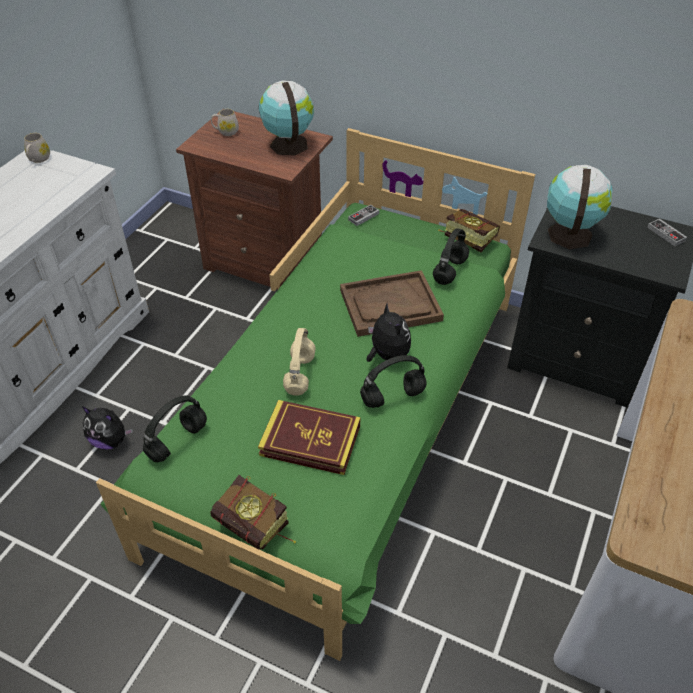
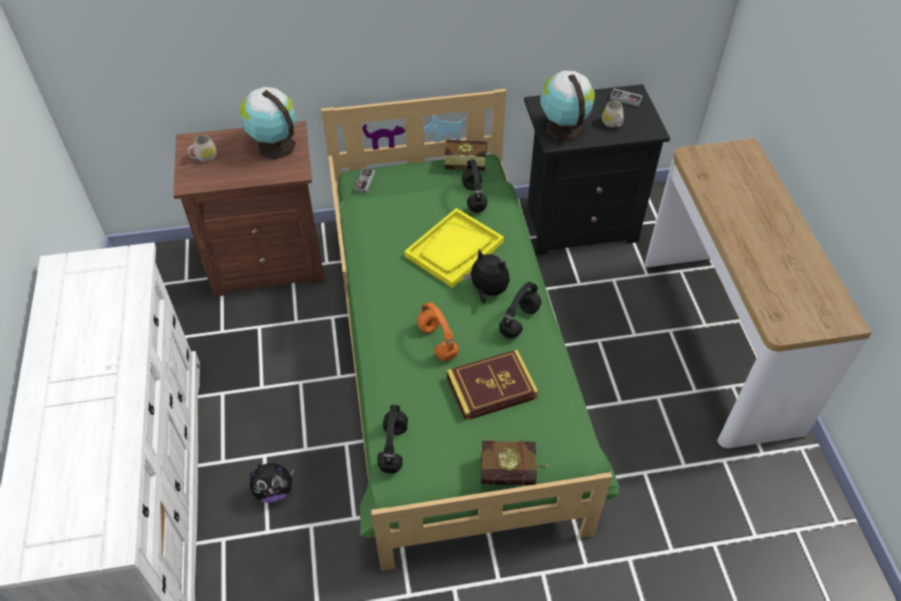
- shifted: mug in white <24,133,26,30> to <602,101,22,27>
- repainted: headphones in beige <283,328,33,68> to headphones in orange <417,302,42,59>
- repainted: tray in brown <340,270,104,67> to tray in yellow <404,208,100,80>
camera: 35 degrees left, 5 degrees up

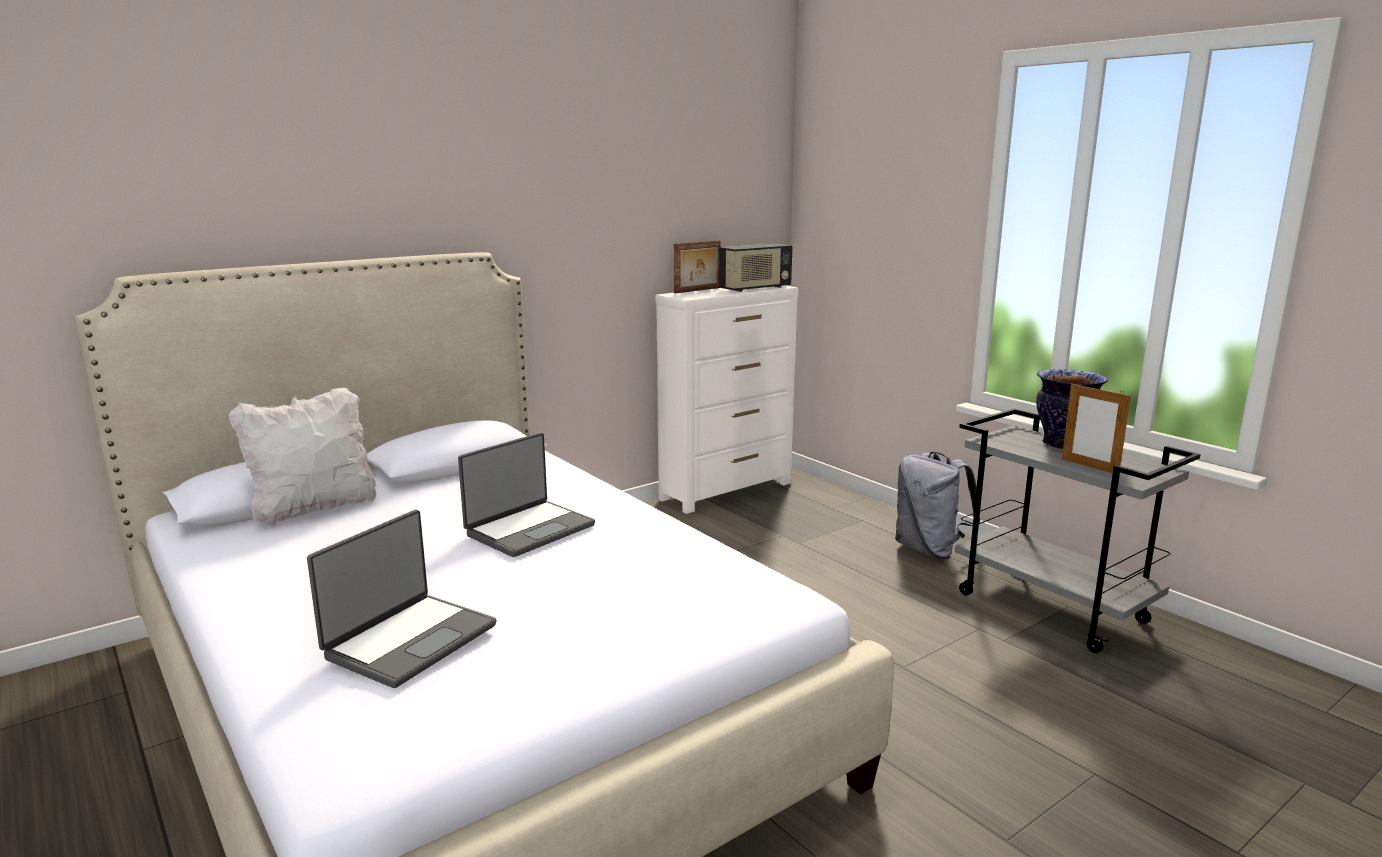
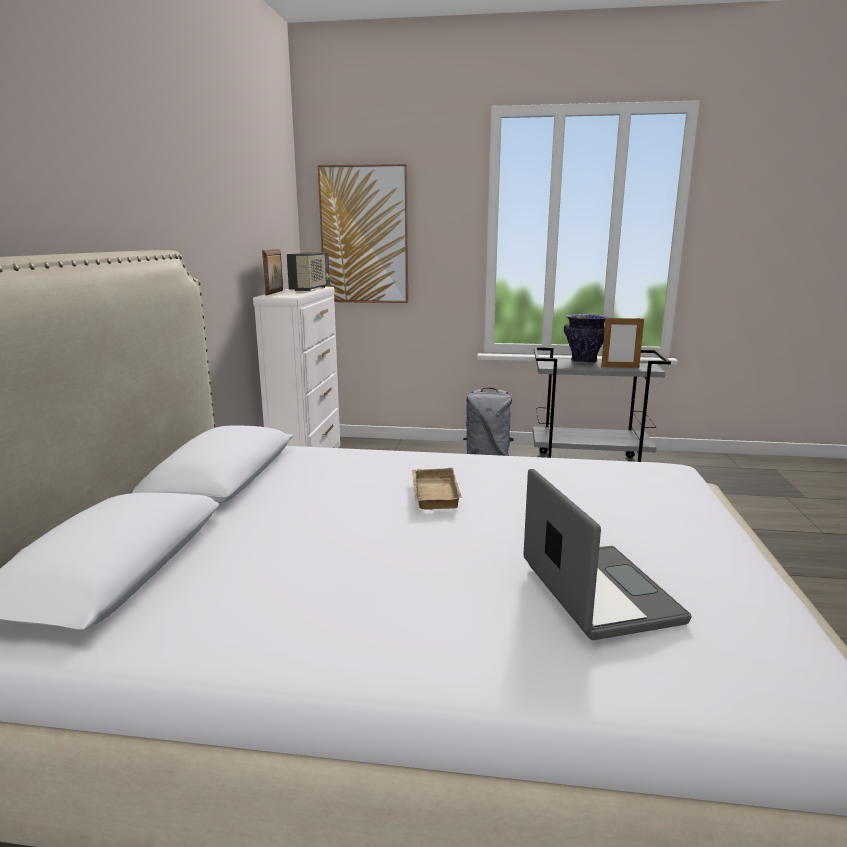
- gone: pillow in white <228,387,149,140>
- new: picture <318,164,90,139>
- swapped: laptop <458,433,137,124> to tray in beige <412,468,50,42>
camera: 45 degrees left, 0 degrees up

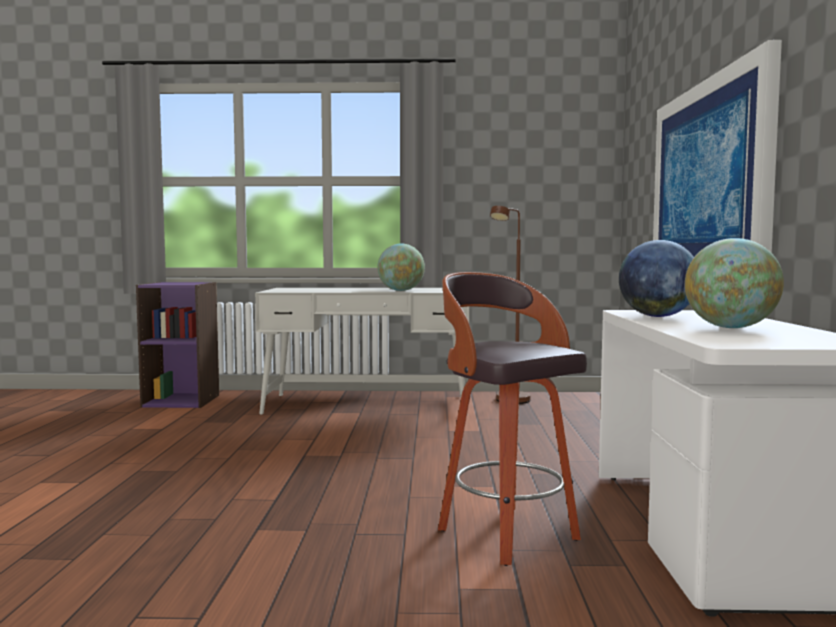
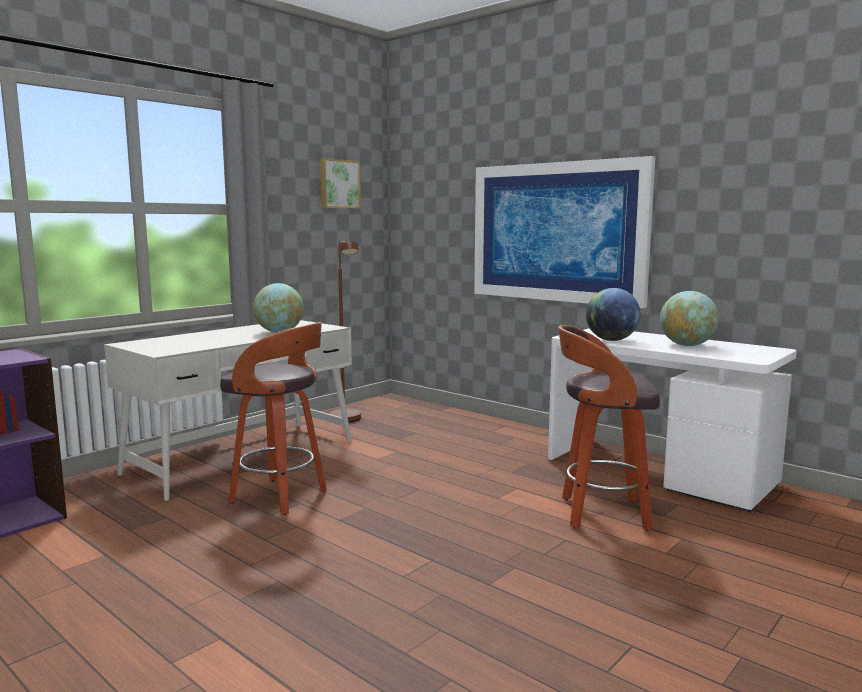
- new: stool <220,322,107,193>
- new: picture <320,158,41,50>
camera: 50 degrees left, 5 degrees up

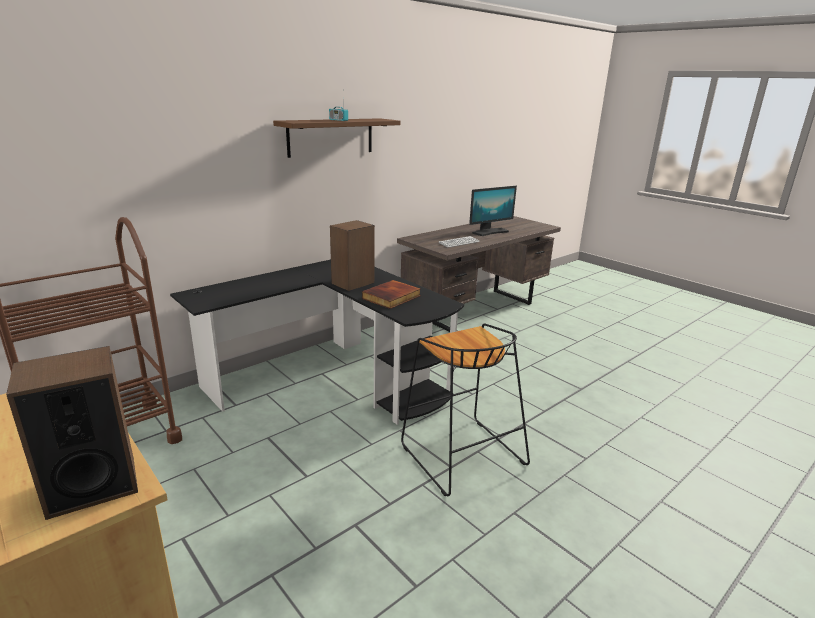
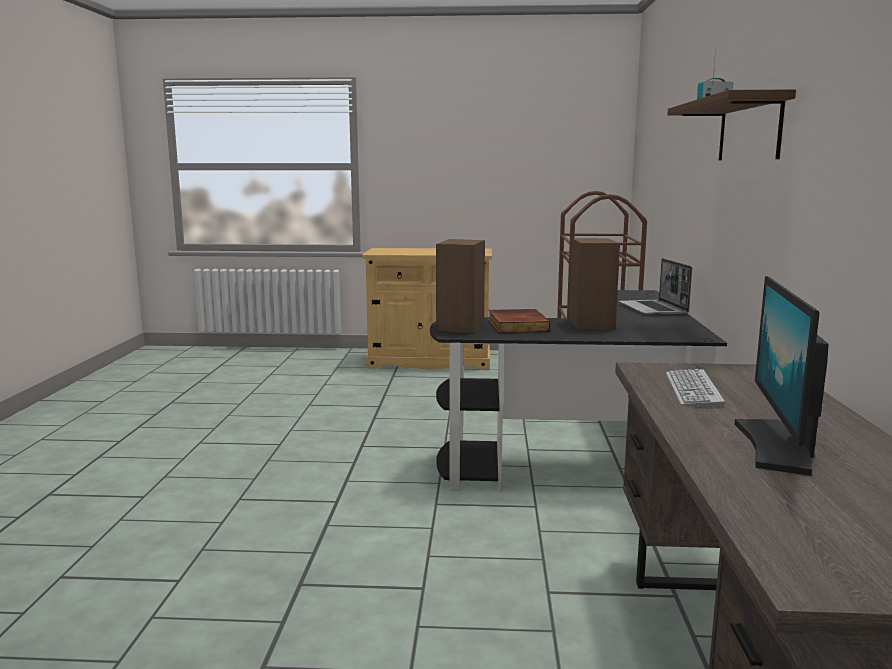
- gone: stool in black <401,324,129,172>
- new: laptop <619,258,73,58>
- shifted: speaker <6,346,132,174> to <436,239,49,94>
camera: 135 degrees right, 10 degrees down

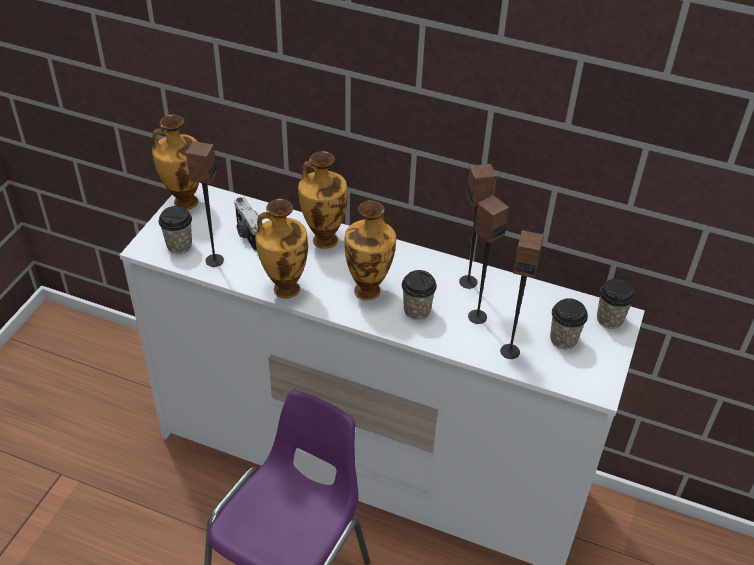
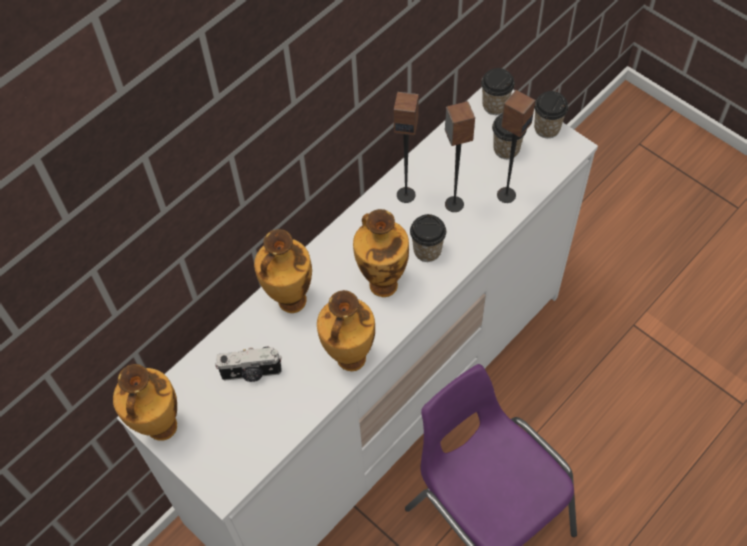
- gone: speaker <186,141,38,126>
- shifted: cup <159,206,33,48> to <534,91,34,47>
camera: 65 degrees left, 15 degrees up

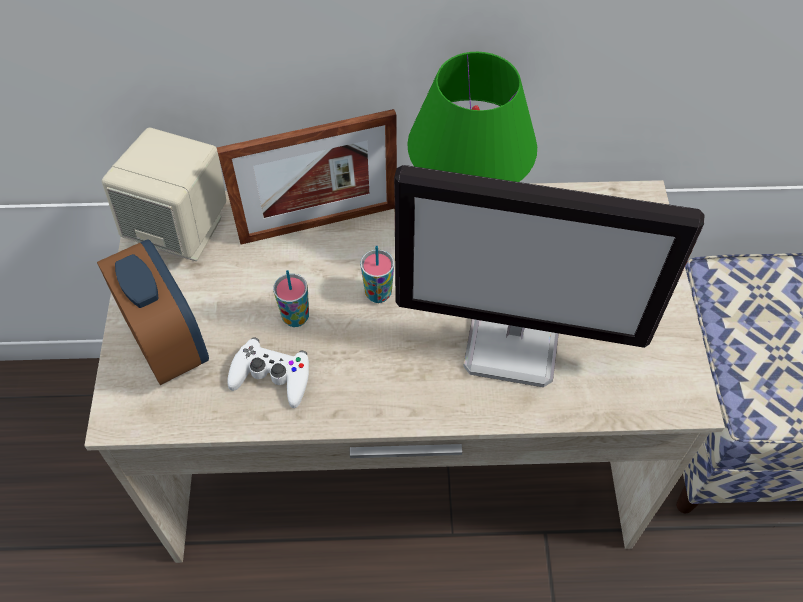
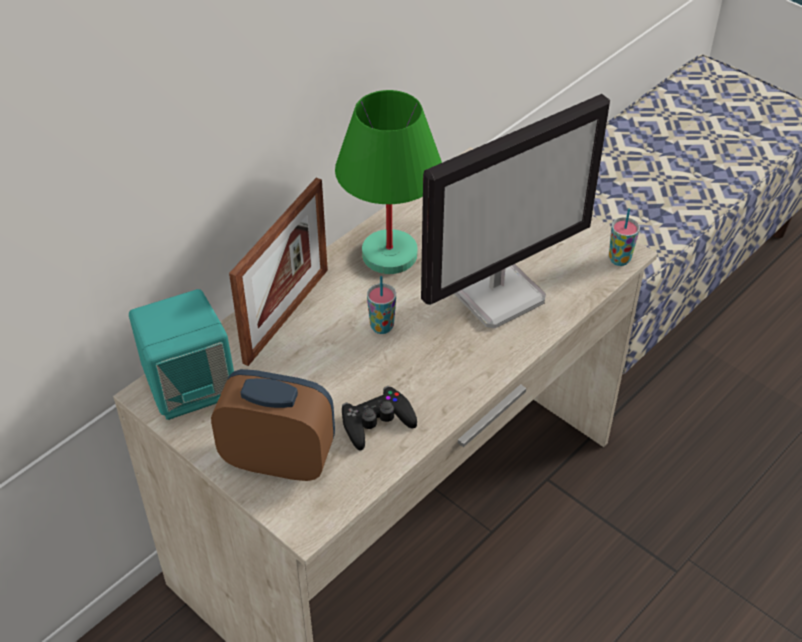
- shifted: cup <273,270,36,57> to <609,209,31,57>
- repainted: speaker in beige <102,128,124,133> to speaker in turquoise <129,289,105,131>
- repainted: game controller in white <227,337,82,71> to game controller in black <342,386,75,64>
camera: 45 degrees left, 10 degrees down

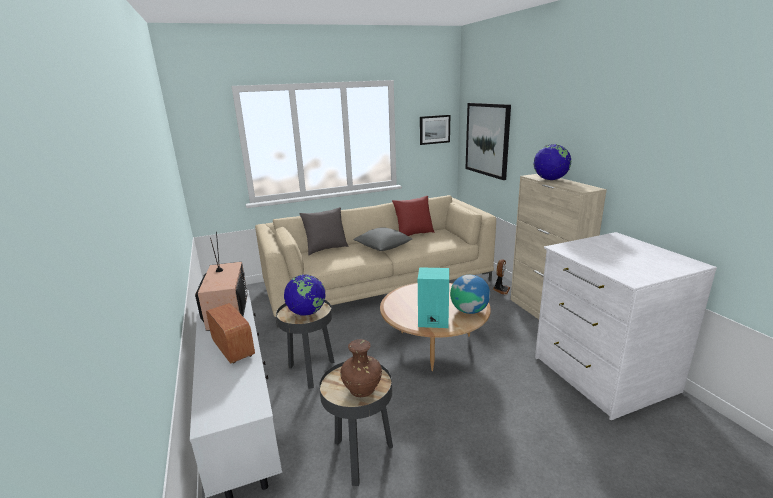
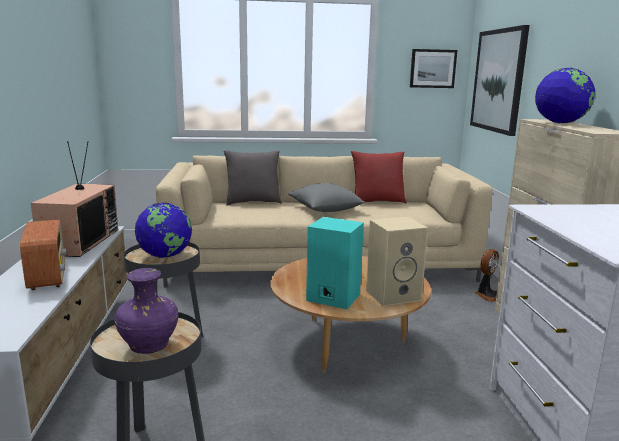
- swapped: globe <450,275,40,39> to speaker in beige <366,217,62,89>
- repainted: vase in brown <340,339,42,58> to vase in purple <114,268,64,86>
camera: 15 degrees right, 5 degrees down

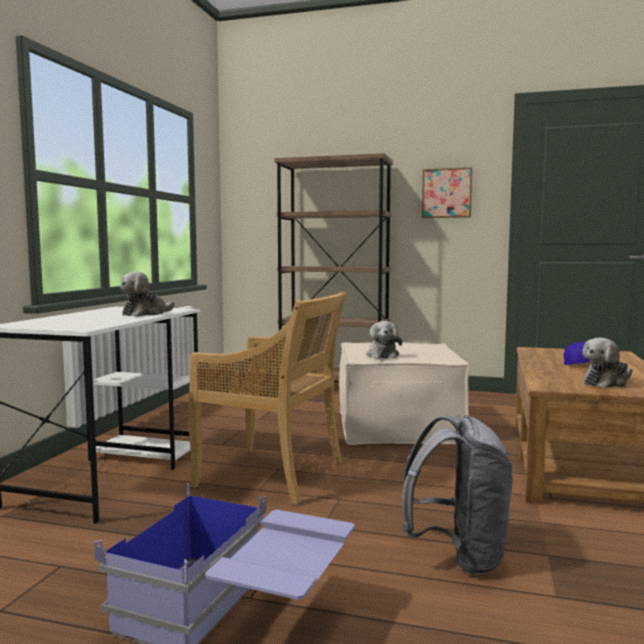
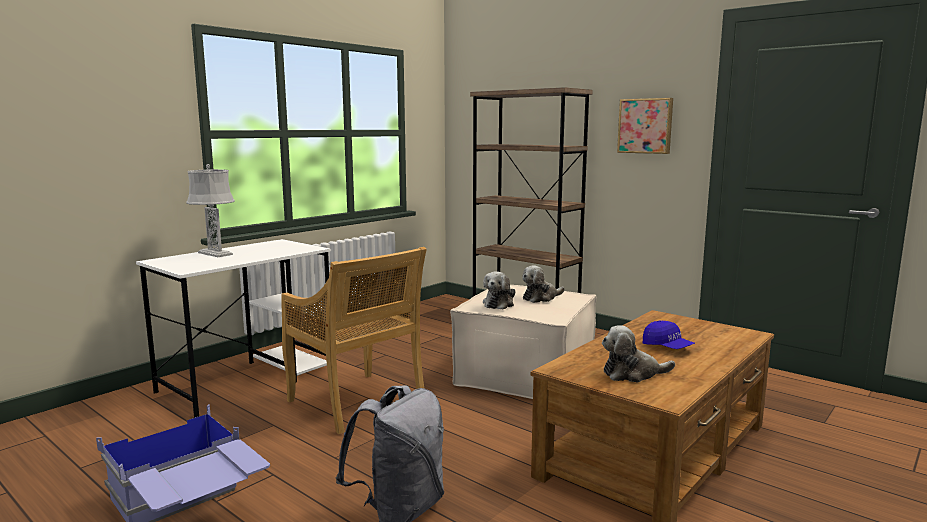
- new: table lamp in grey <186,164,49,93>
- shifted: plush toy <120,272,55,45> to <522,265,43,38>
camera: 25 degrees right, 5 degrees up

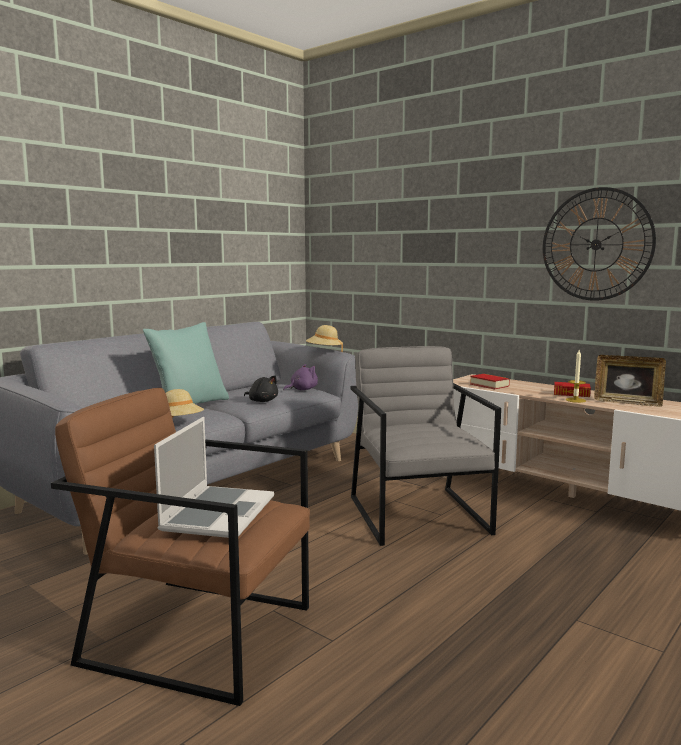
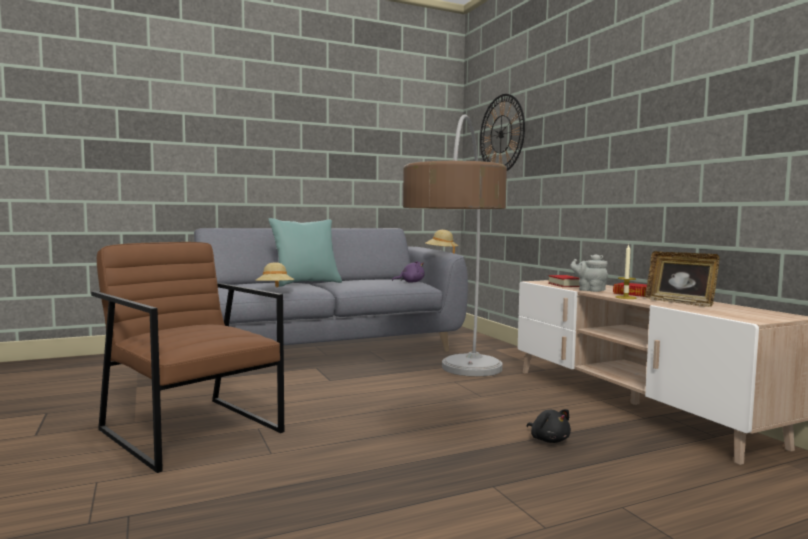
- gone: laptop <154,417,120,121>
- new: teapot in grey <570,254,38,38>
- shifted: plush toy in black <244,375,34,27> to <527,409,44,34>
- shifted: wall clock <543,187,113,114> to <480,94,45,77>
- swapped: armchair in grey <351,346,150,200> to floor lamp <403,114,104,263>
camera: 25 degrees right, 5 degrees down

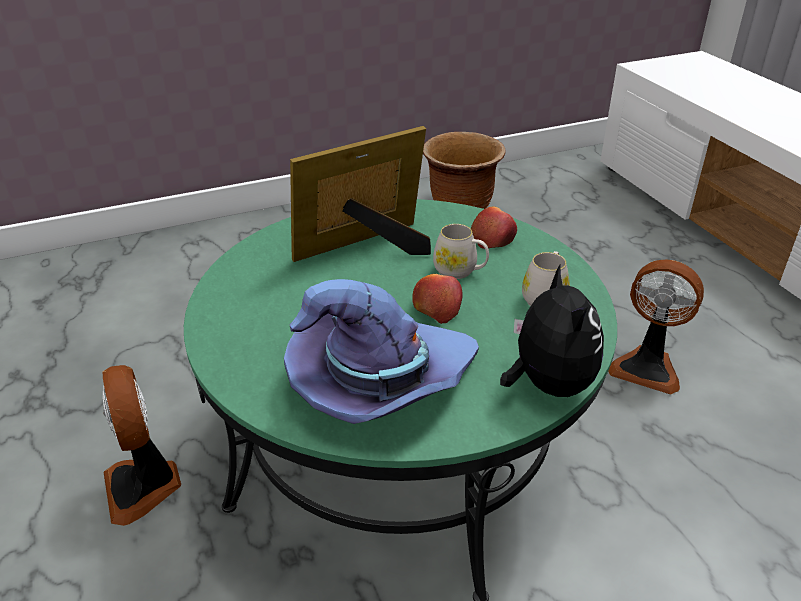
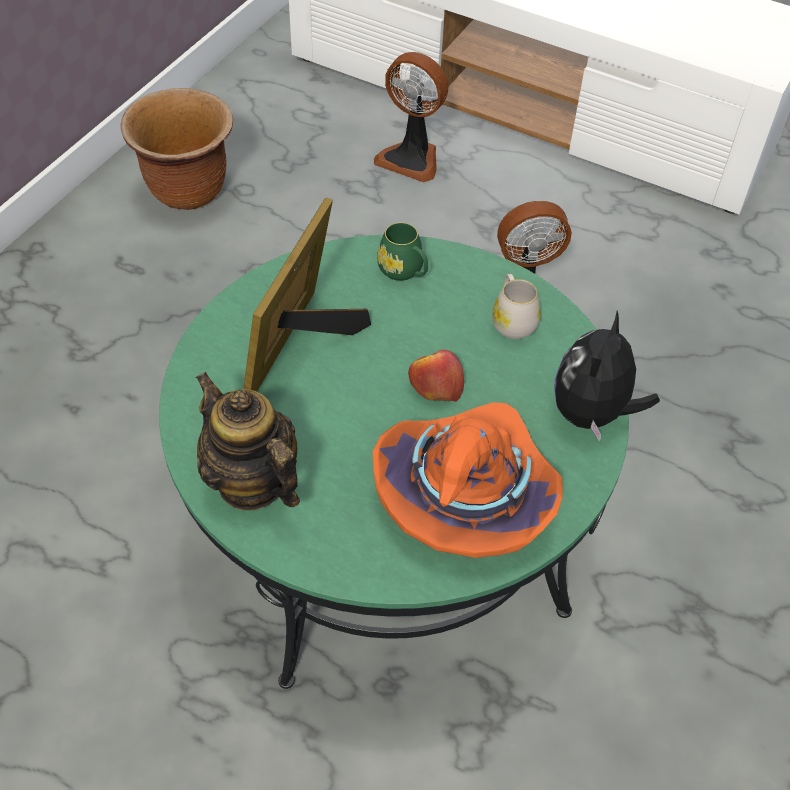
- gone: mug in white <433,224,56,55>
- new: teapot <195,372,105,139>
- shifted: fan <102,365,79,161> to <374,52,74,130>
- swapped: apple <471,207,46,42> to mug in green <377,222,51,59>
- repainted: hat in purple <284,279,195,145> to hat in orange <373,402,190,156>
- rotated: plush toy <500,265,104,132> = <554,311,106,130> 105 degrees counterclockwise
camera: 40 degrees left, 15 degrees up

